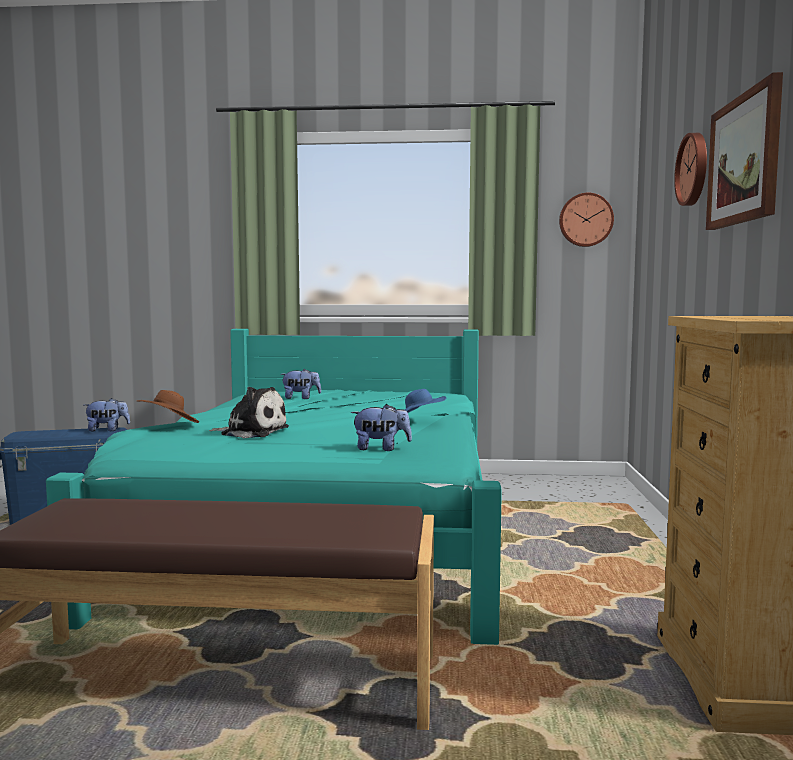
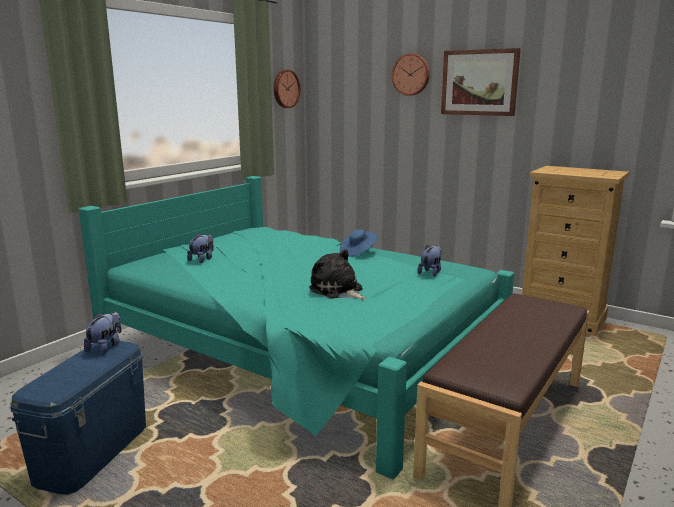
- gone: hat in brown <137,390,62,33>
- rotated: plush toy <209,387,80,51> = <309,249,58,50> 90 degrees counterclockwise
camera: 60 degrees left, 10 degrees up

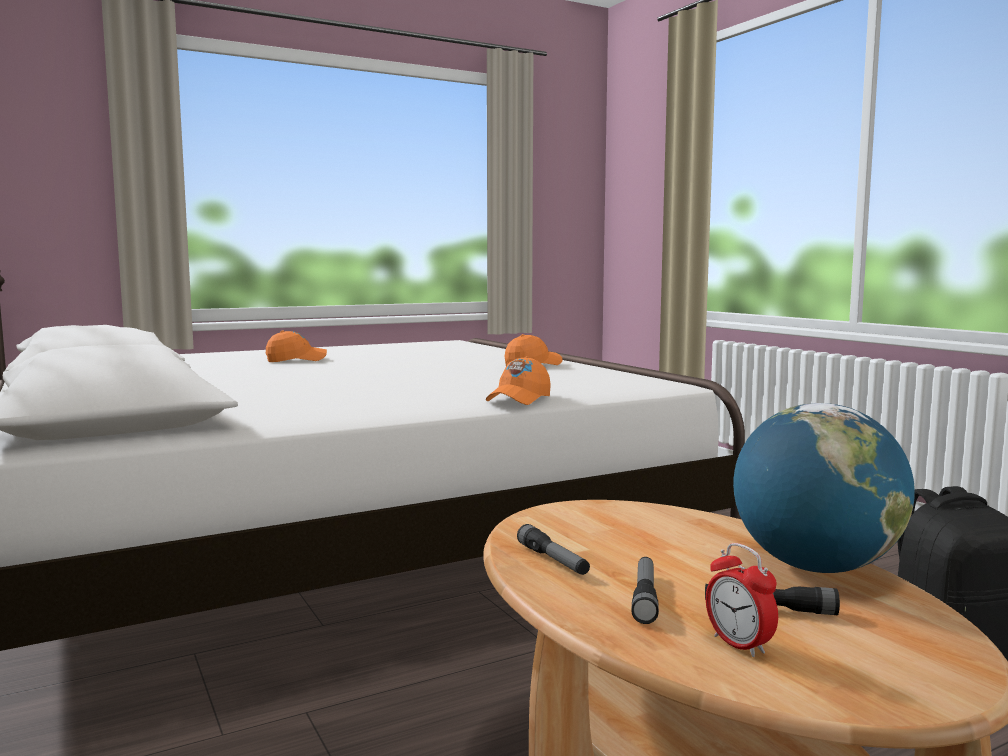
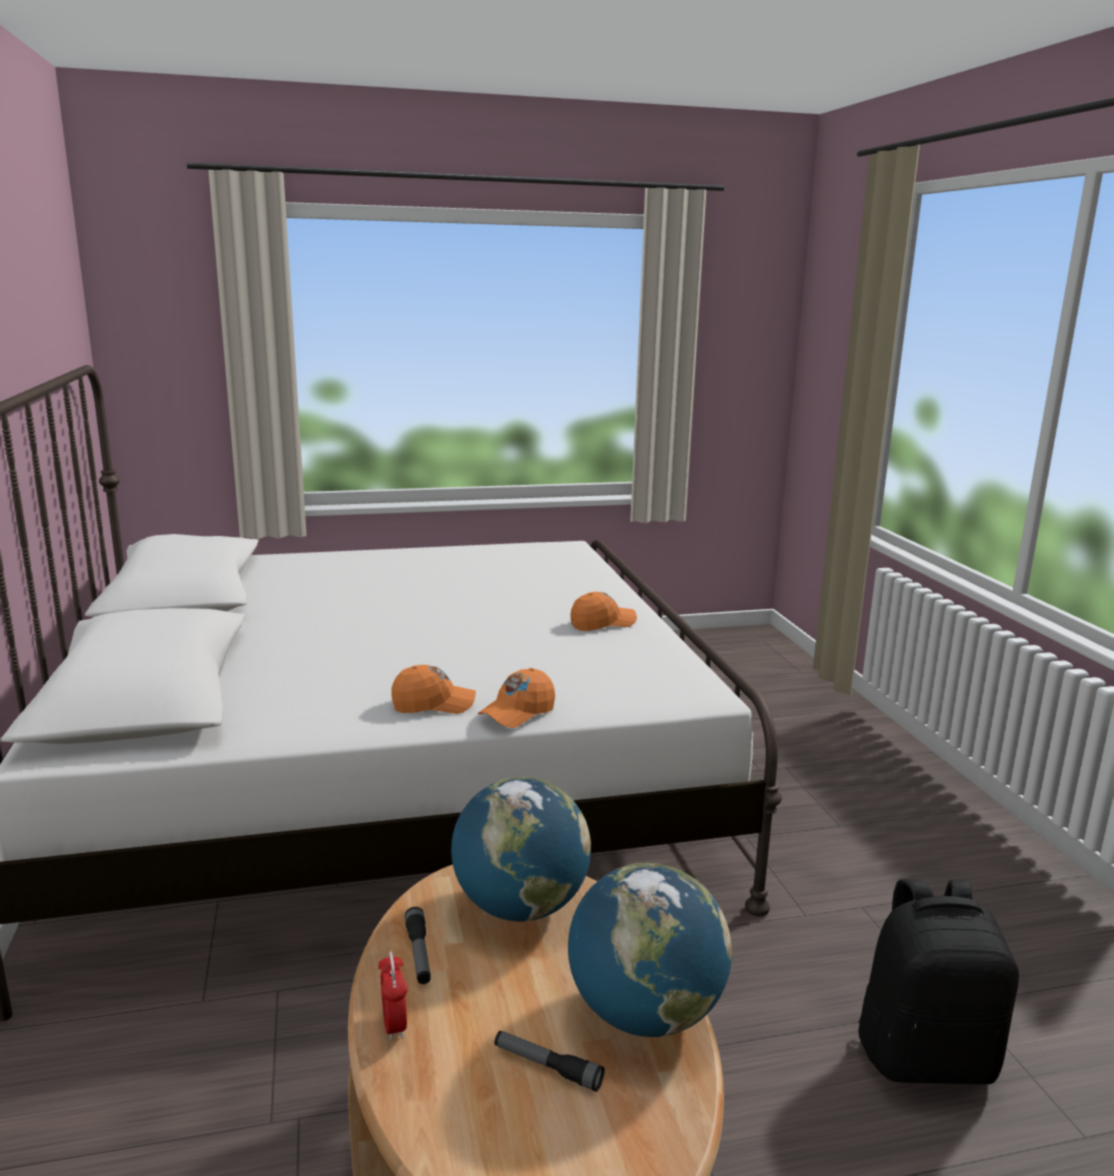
- gone: flashlight <631,557,28,67>
- new: globe <451,777,140,145>
- shifted: cap in orange <266,331,61,31> to <391,665,85,49>
- shifted: alarm clock <706,543,72,114> to <378,951,30,90>
camera: 15 degrees right, 10 degrees up

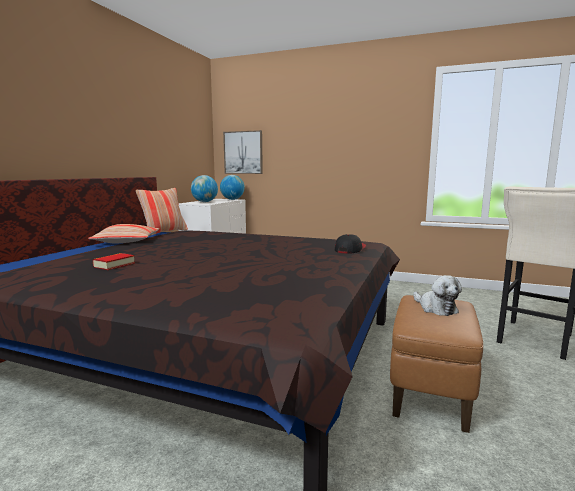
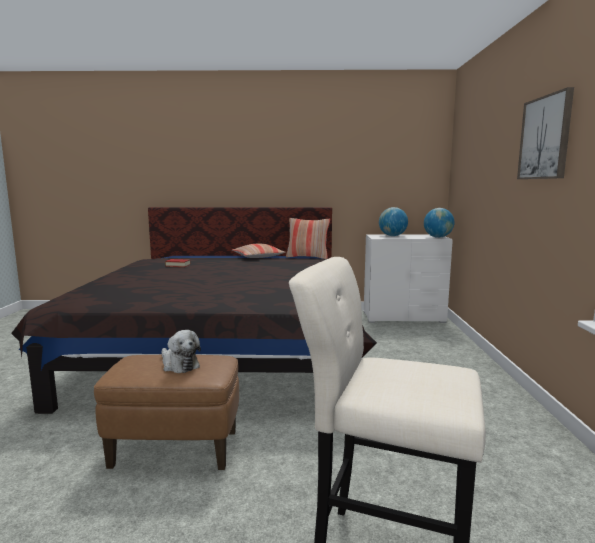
- gone: cap <335,234,31,20>
- shifted: picture <223,130,40,44> to <517,87,57,92>
- rotated: plush toy <413,275,49,41> = <162,330,39,43> 90 degrees counterclockwise
camera: 70 degrees right, 0 degrees up

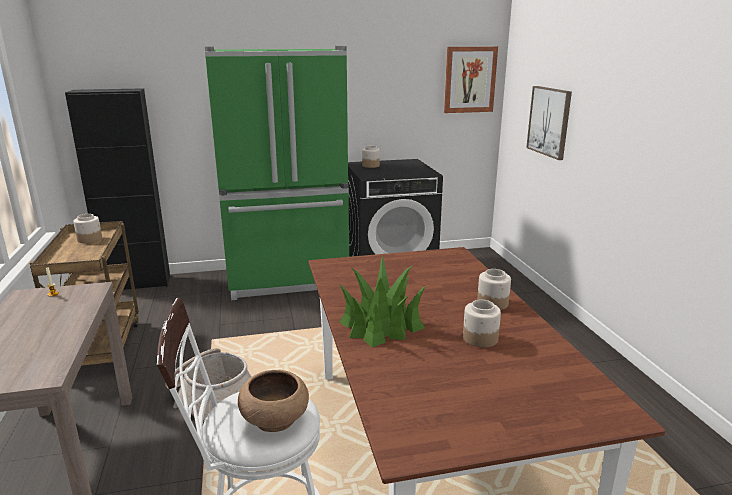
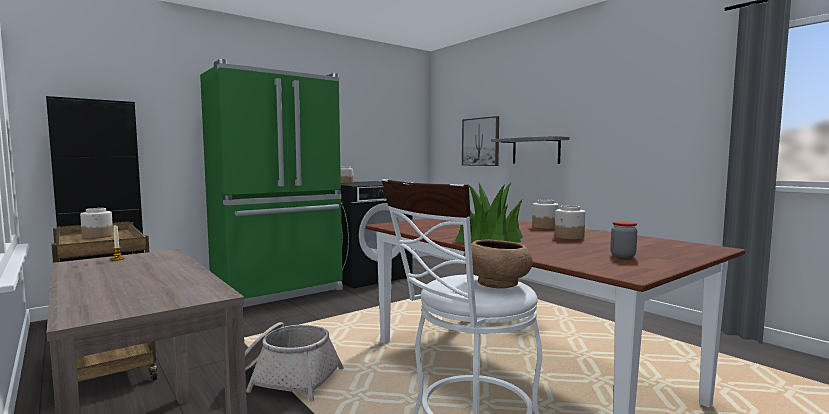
- gone: picture <444,47,54,66>
- new: shelf in grey <491,136,79,28>
- new: jar <610,221,27,37>
camera: 25 degrees left, 15 degrees down

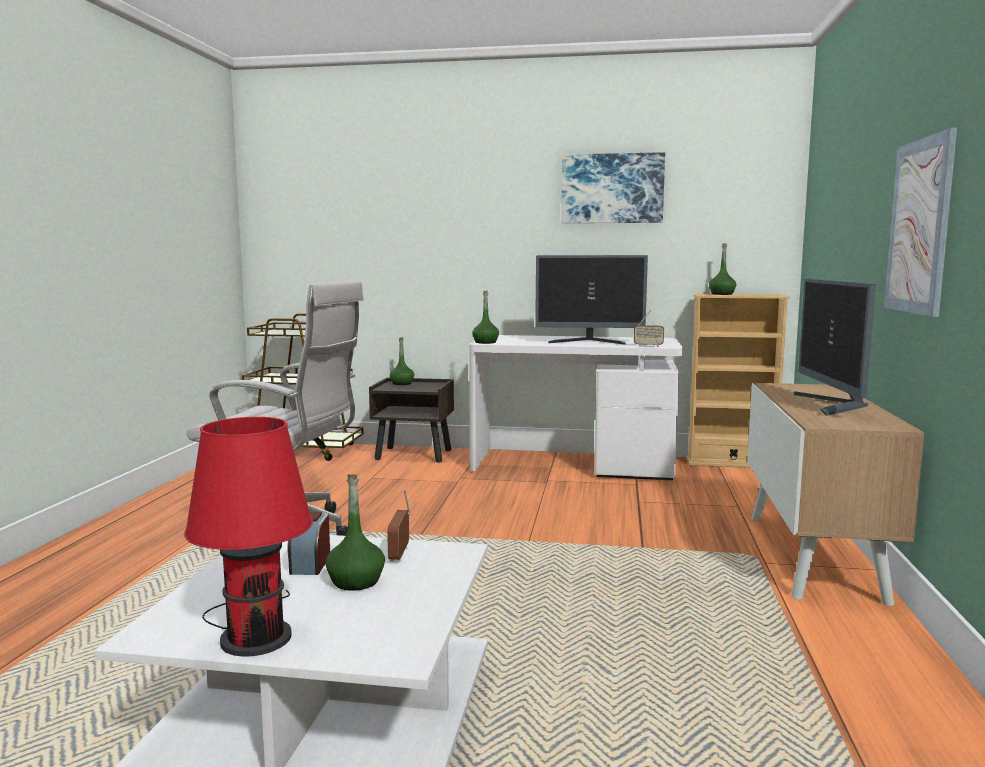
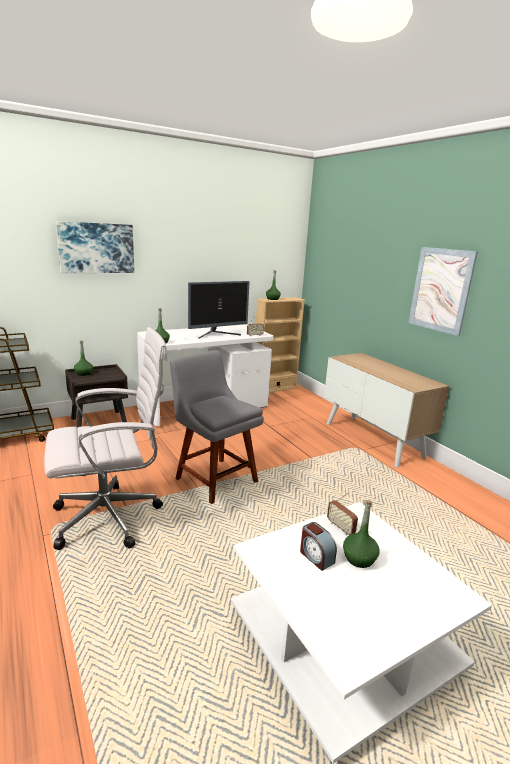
- gone: table lamp in red <184,417,129,240>
- gone: monitor <794,279,82,137>
- new: chair in grey <170,350,94,154>
- shifted: picture <561,152,104,71> to <56,221,78,52>
camera: 40 degrees left, 10 degrees up

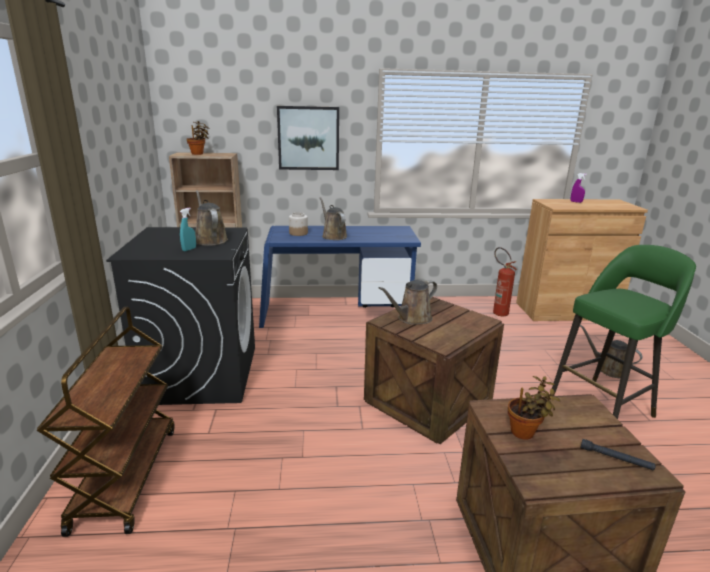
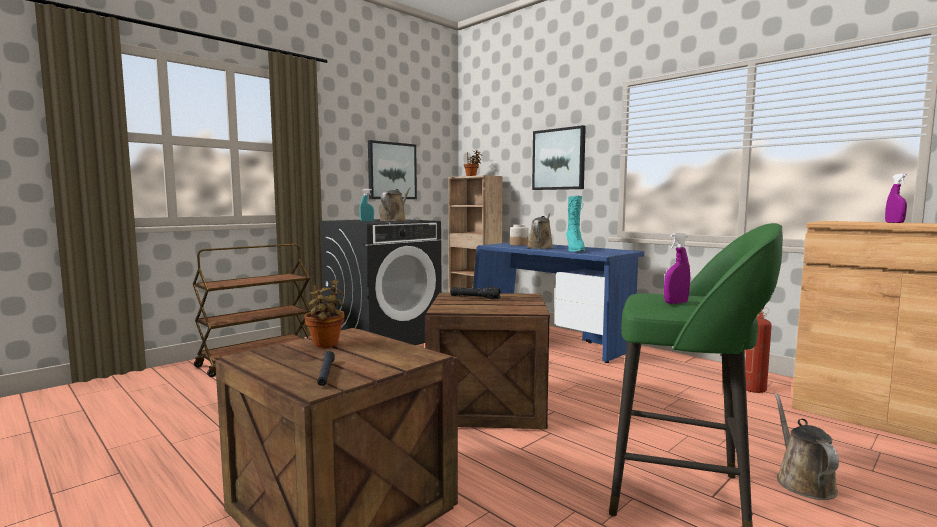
- new: picture <368,140,49,59>
- new: boot in turquoise <566,196,19,56>
- new: spray bottle in purple <664,233,26,71>
- swapped: watering can in brown <379,280,58,45> to flashlight in black <451,287,50,12>
camera: 50 degrees right, 15 degrees down

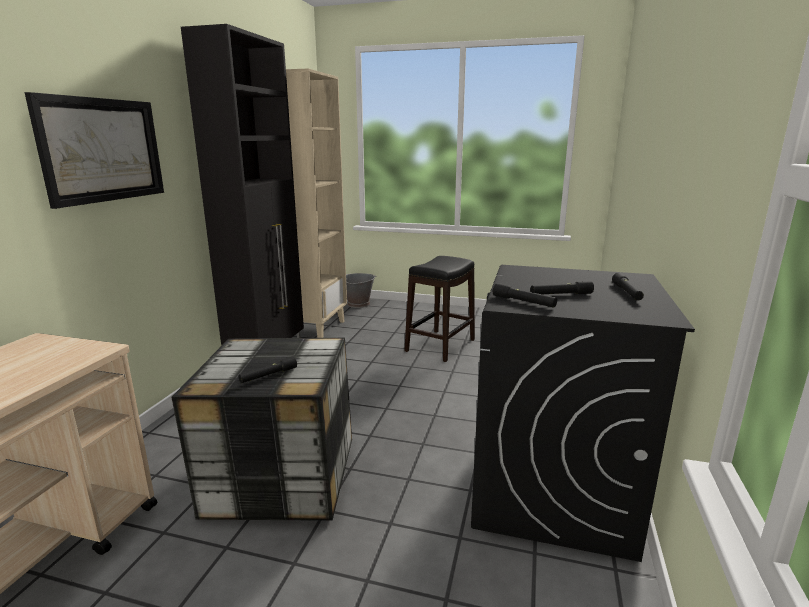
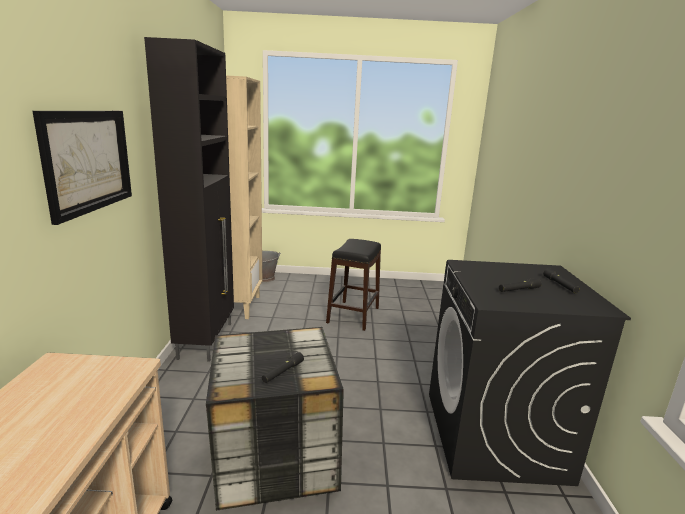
- gone: flashlight in black <493,283,64,25>
camera: 15 degrees left, 0 degrees up

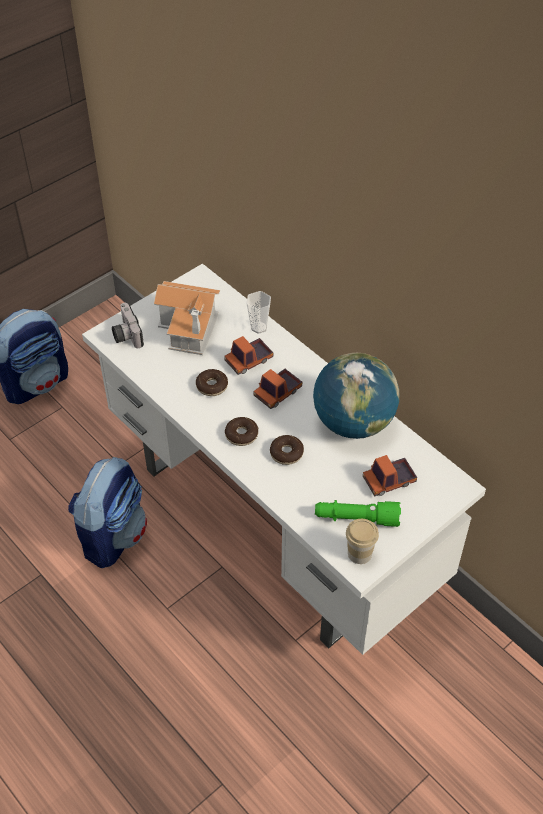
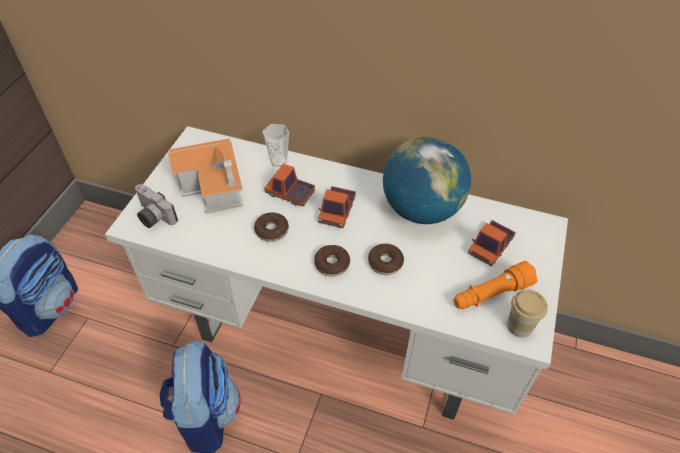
- repainted: flashlight in green <315,500,86,27> to flashlight in orange <453,261,85,48>
- rotated: toy truck <224,336,49,39> = <264,164,51,43> 90 degrees clockwise
camera: 30 degrees left, 0 degrees up

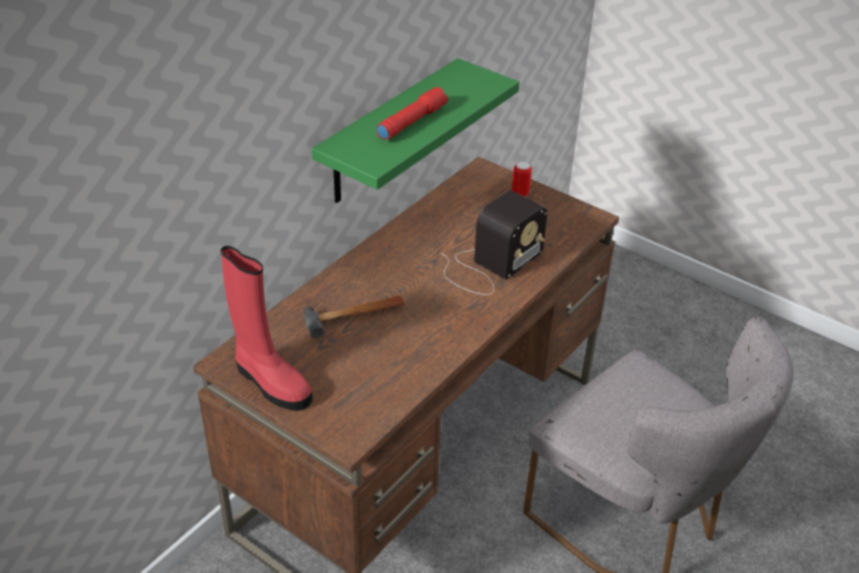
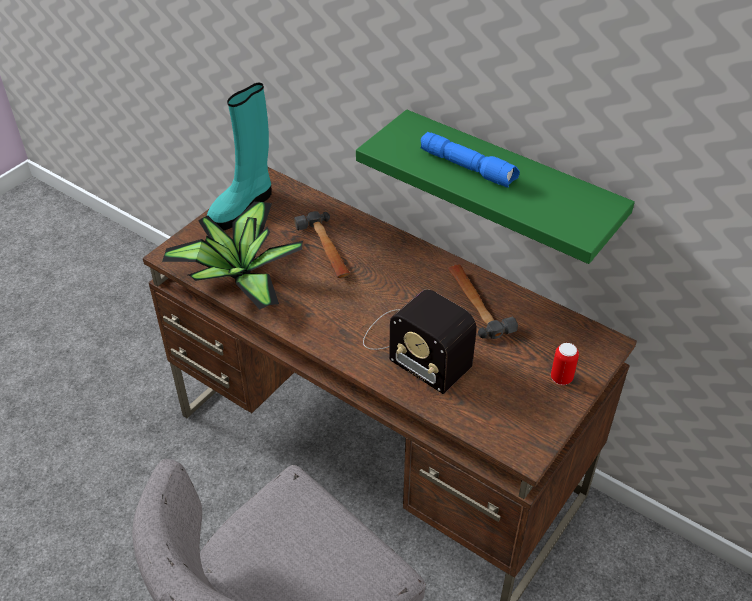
- new: potted plant <162,202,141,107>
- new: hammer <448,265,70,74>
- repainted: boot in red <221,246,92,165> to boot in turquoise <207,83,65,147>
- repainted: flashlight in red <377,87,71,53> to flashlight in blue <421,132,99,56>
camera: 90 degrees right, 5 degrees up

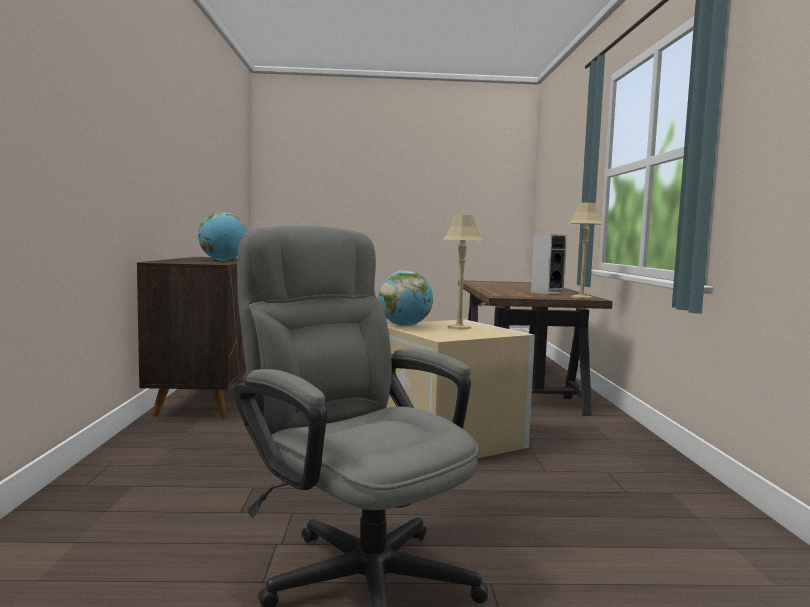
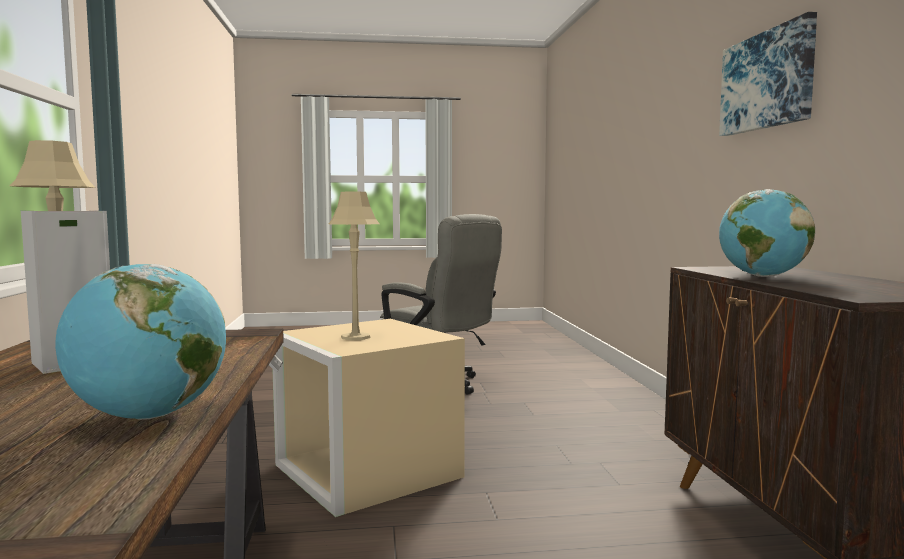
- new: picture <719,12,98,124>
- shifted: globe <378,270,55,56> to <55,264,171,156>
camera: 175 degrees right, 0 degrees up

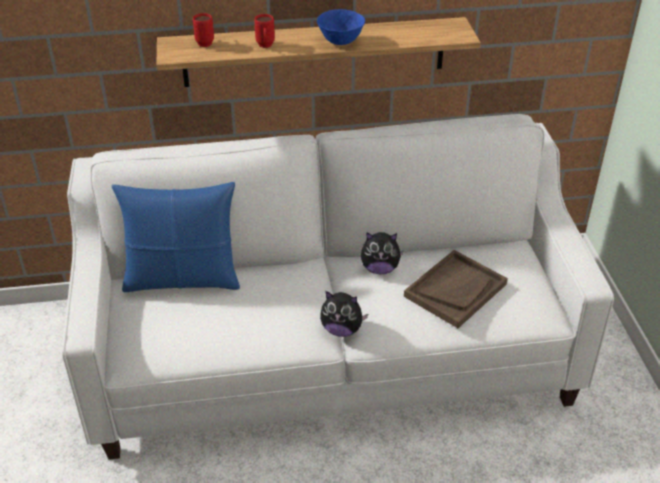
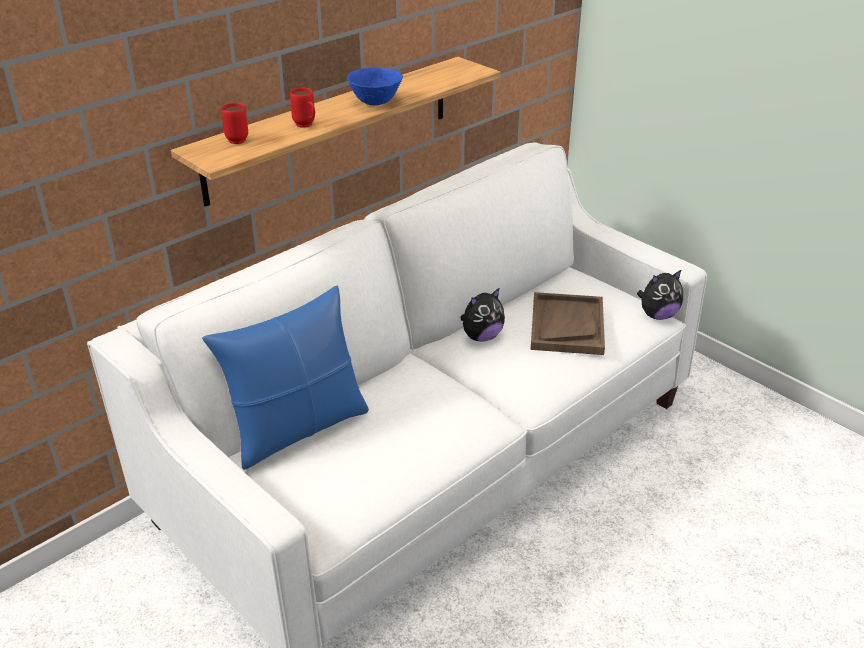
- shifted: plush toy <320,291,48,46> to <637,269,46,51>
camera: 35 degrees left, 5 degrees down

